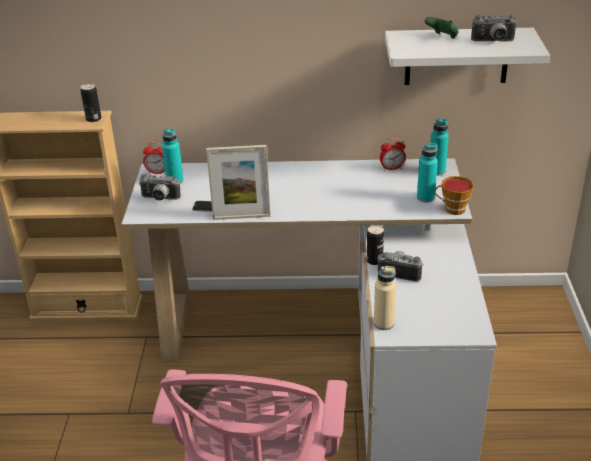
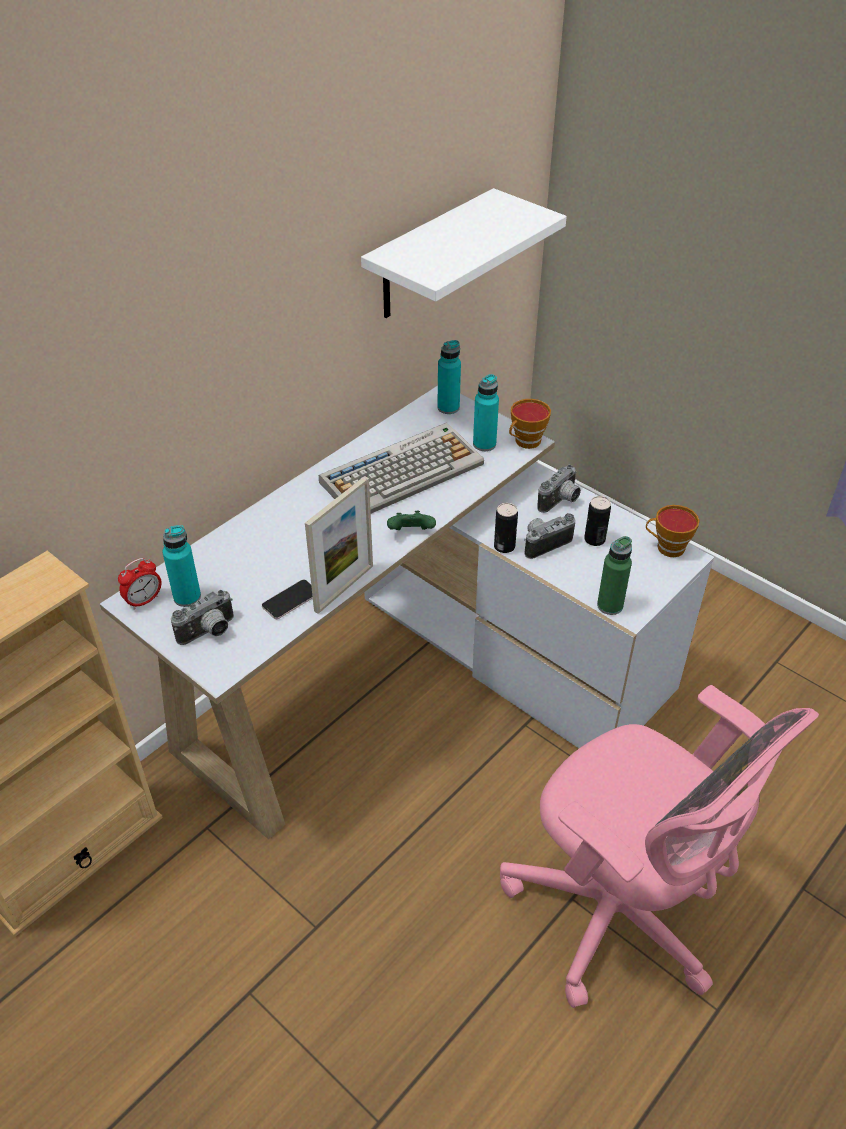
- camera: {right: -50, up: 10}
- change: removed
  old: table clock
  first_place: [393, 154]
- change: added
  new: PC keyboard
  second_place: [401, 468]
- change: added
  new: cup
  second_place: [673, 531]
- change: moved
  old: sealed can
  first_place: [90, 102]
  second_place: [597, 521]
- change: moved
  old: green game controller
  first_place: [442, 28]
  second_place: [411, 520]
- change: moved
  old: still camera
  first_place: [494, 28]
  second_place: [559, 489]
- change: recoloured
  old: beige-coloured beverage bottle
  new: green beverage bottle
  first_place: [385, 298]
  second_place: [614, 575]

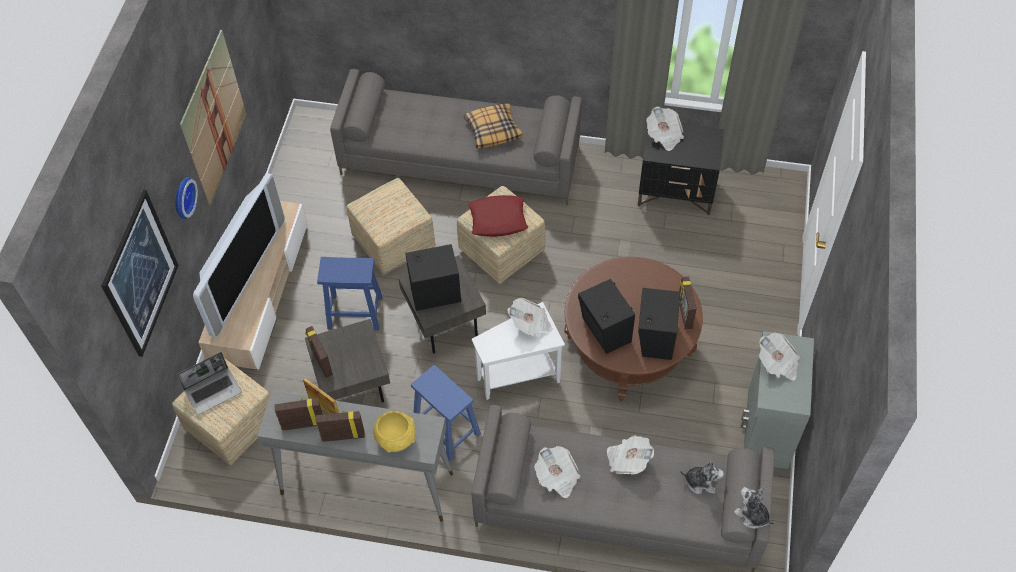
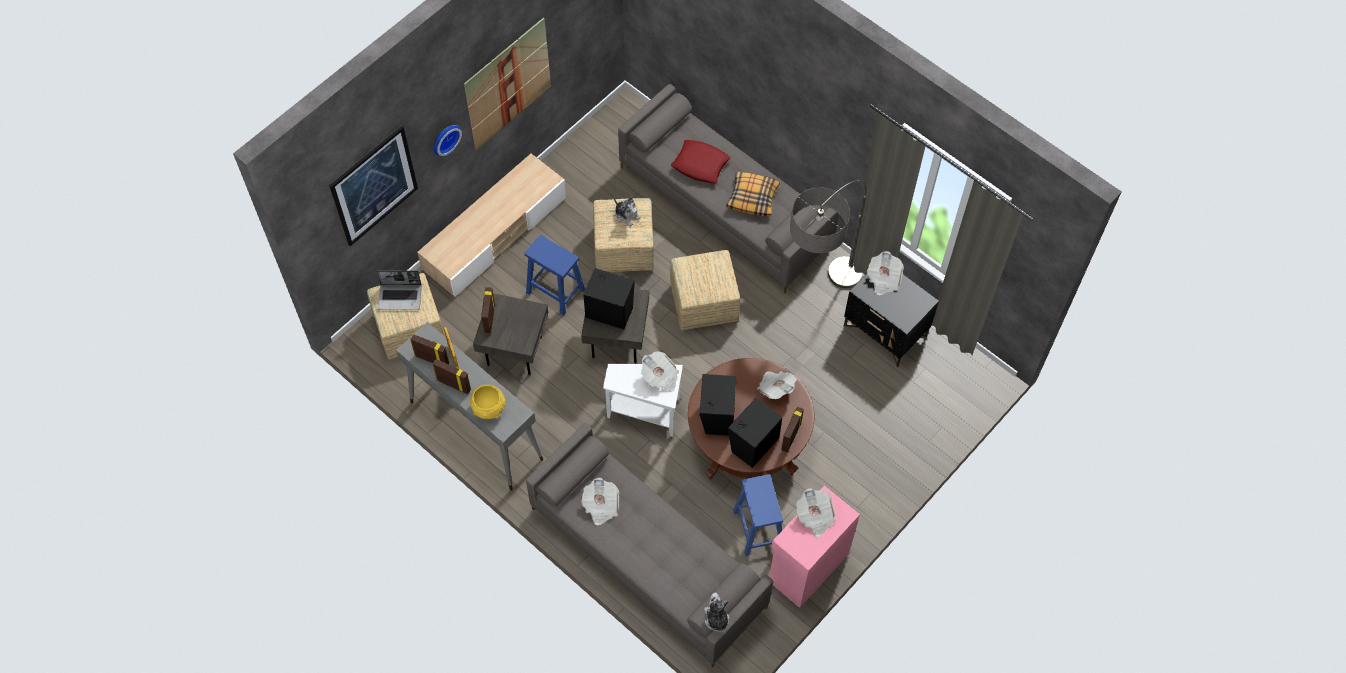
- camera: {right: 30, up: 5}
- change: removed
  old: TV
  first_place: [239, 255]
- change: added
  new: standard lamp
  second_place: [828, 234]
- change: moved
  old: blue sitting stool
  first_place: [446, 413]
  second_place: [758, 515]
- change: moved
  old: red-coloured pillow
  first_place: [498, 216]
  second_place: [700, 161]
- change: moved
  old: newspaper
  first_place: [630, 455]
  second_place: [777, 385]
- change: moved
  old: cuddly toy
  first_place: [702, 478]
  second_place: [627, 212]
- change: recoloured
  old: grey cabinet
  new: pink-coloured cabinet
  first_place: [777, 400]
  second_place: [814, 547]

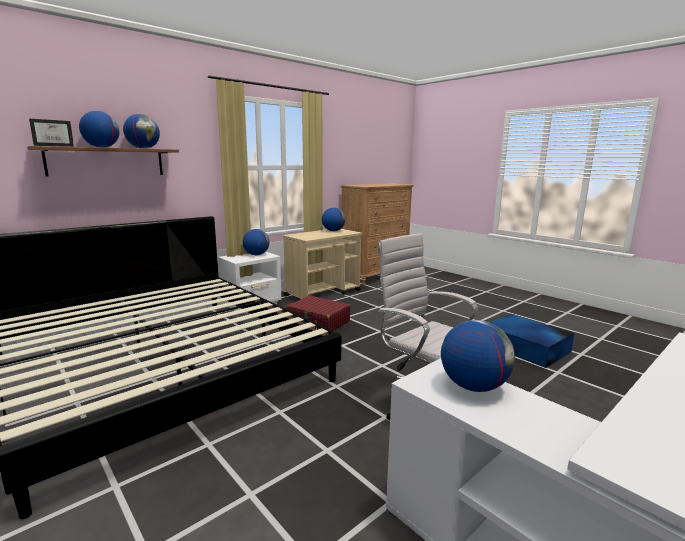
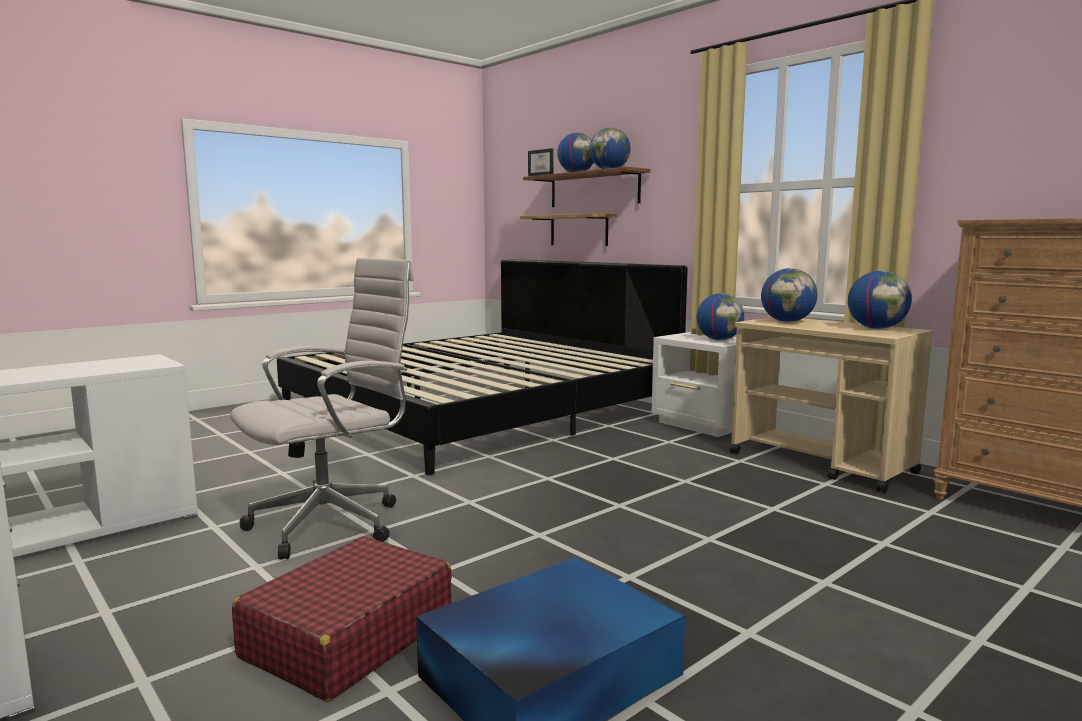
- camera: {right: 90, up: -5}
- change: added
  new: bracket shelf
  second_place: [568, 229]
- change: moved
  old: red-coloured suitcase
  first_place: [318, 313]
  second_place: [342, 618]
- change: moved
  old: world globe
  first_place: [478, 356]
  second_place: [789, 295]

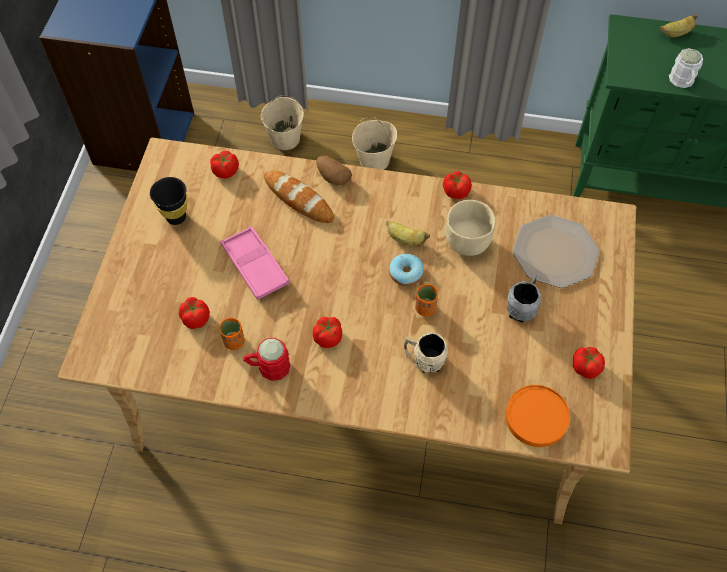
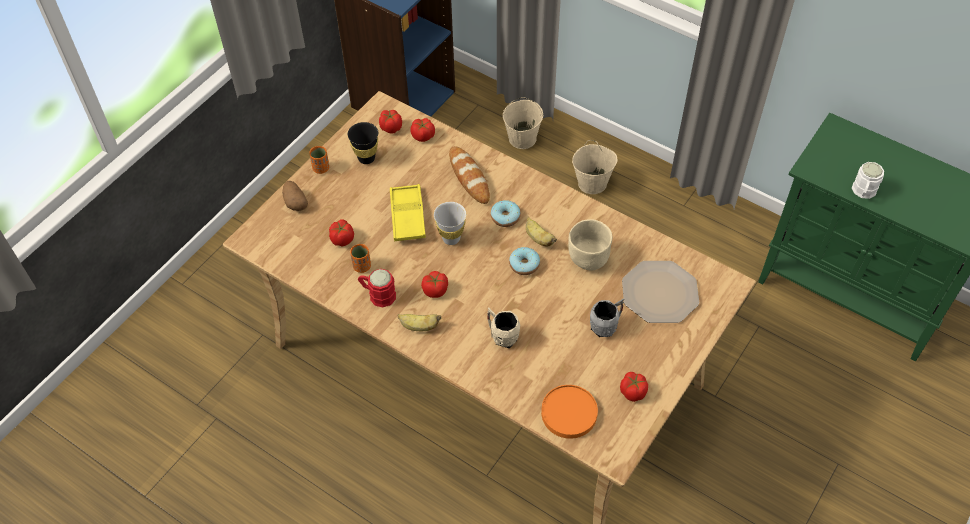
- camera: {right: 25, up: -5}
- change: added
  new: whitish cup
  second_place: [450, 223]
- change: added
  new: ring doughnut
  second_place: [506, 213]
- change: moved
  old: potato
  first_place: [334, 170]
  second_place: [295, 196]
- change: moved
  old: orange-coloured cup
  first_place: [426, 300]
  second_place: [319, 160]
- change: moved
  old: tomato
  first_place: [457, 185]
  second_place: [390, 122]
- change: moved
  old: banana
  first_place: [679, 25]
  second_place: [419, 322]
- change: recoloured
  old: pink-coloured tray
  new: yellow tray
  first_place: [255, 263]
  second_place: [408, 212]

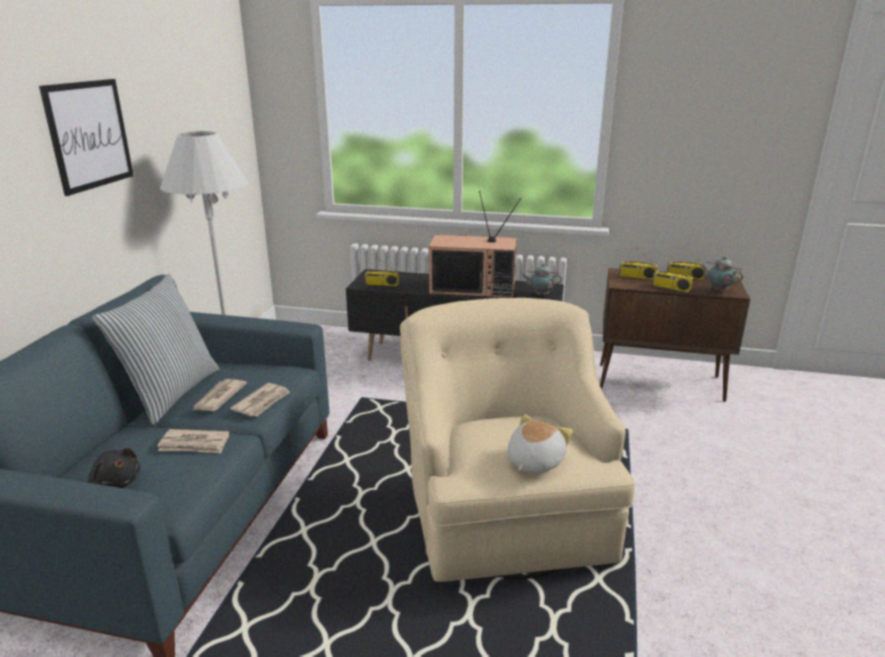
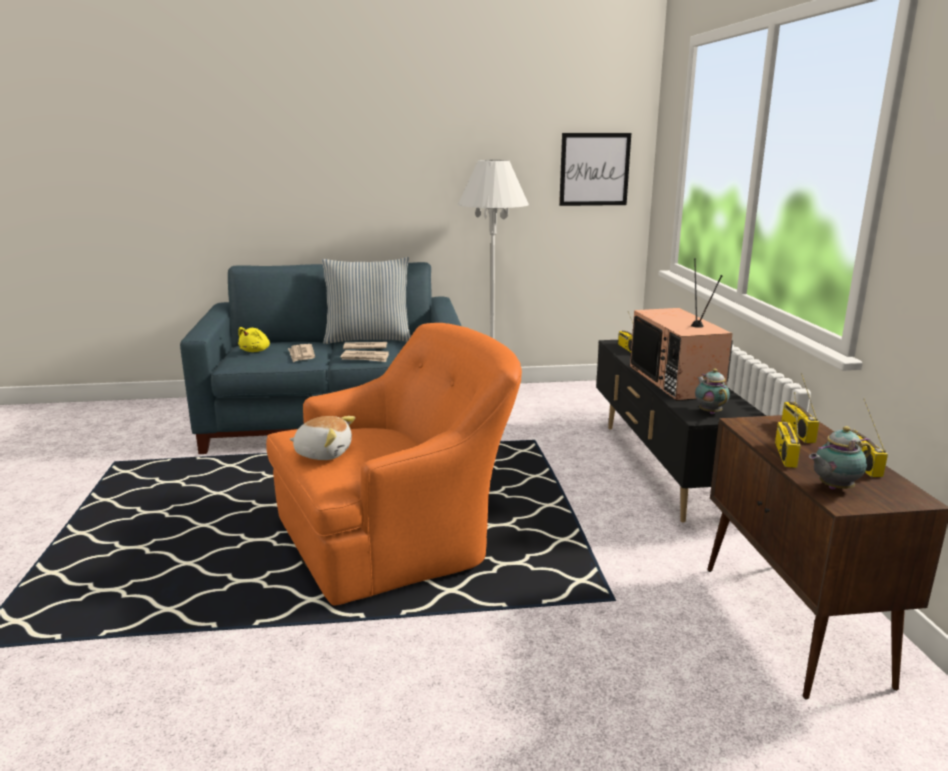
- camera: {right: 70, up: -5}
- change: moved
  old: wall art
  first_place: [86, 137]
  second_place: [595, 169]
- change: recoloured
  old: blackish cuddly toy
  new: yellow cuddly toy
  first_place: [114, 468]
  second_place: [254, 339]
- change: recoloured
  old: beige-coloured easy chair
  new: orange-coloured easy chair
  first_place: [517, 440]
  second_place: [394, 464]
- change: turned
  old: teapot
  first_place: [722, 274]
  second_place: [840, 457]
  degrees: -135

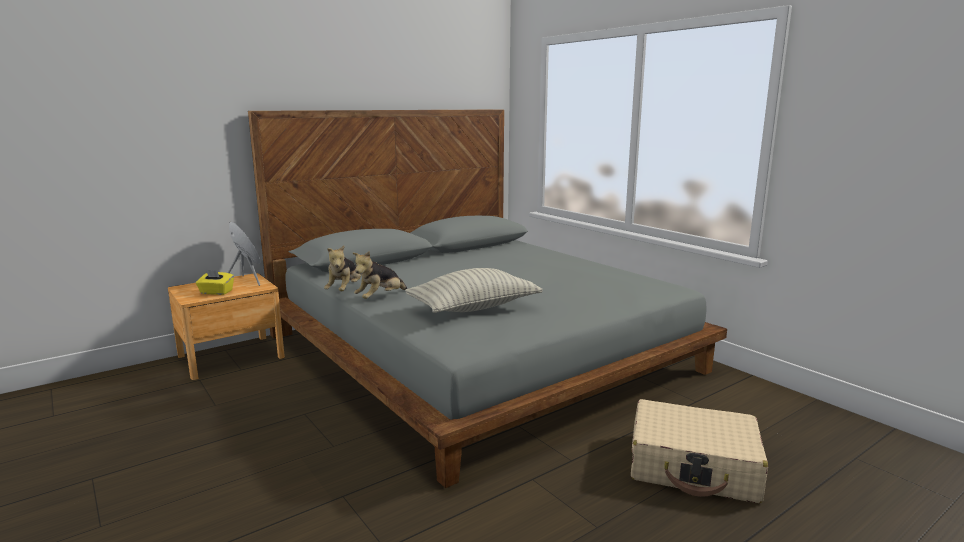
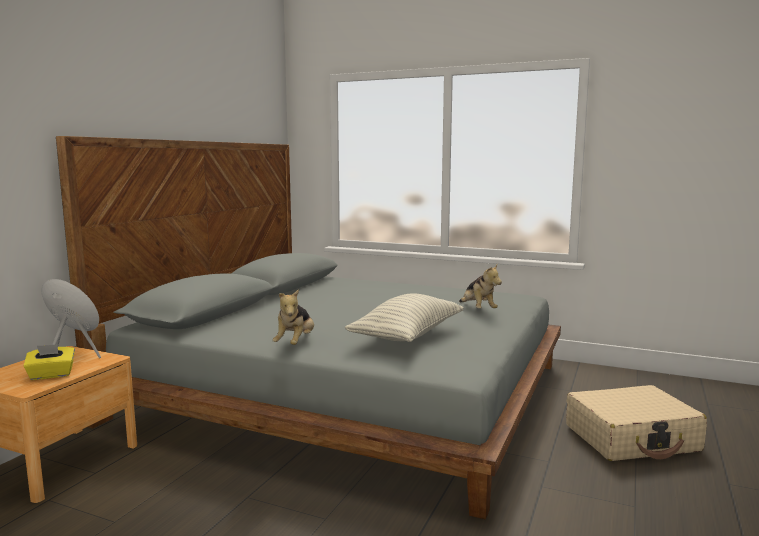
- camera: {right: -30, up: -5}
- change: moved
  old: cuddly toy
  first_place: [342, 268]
  second_place: [480, 287]

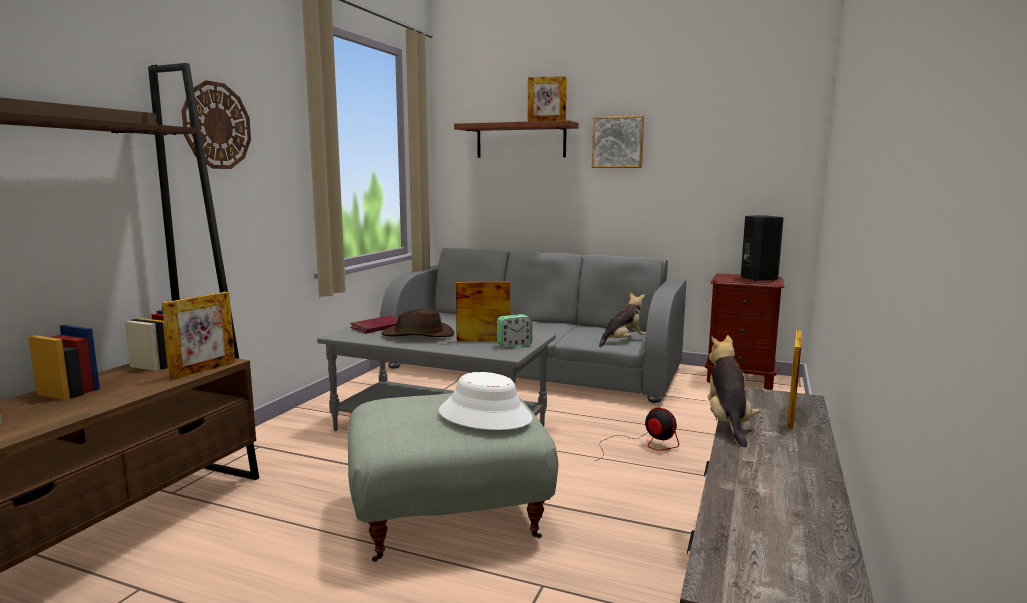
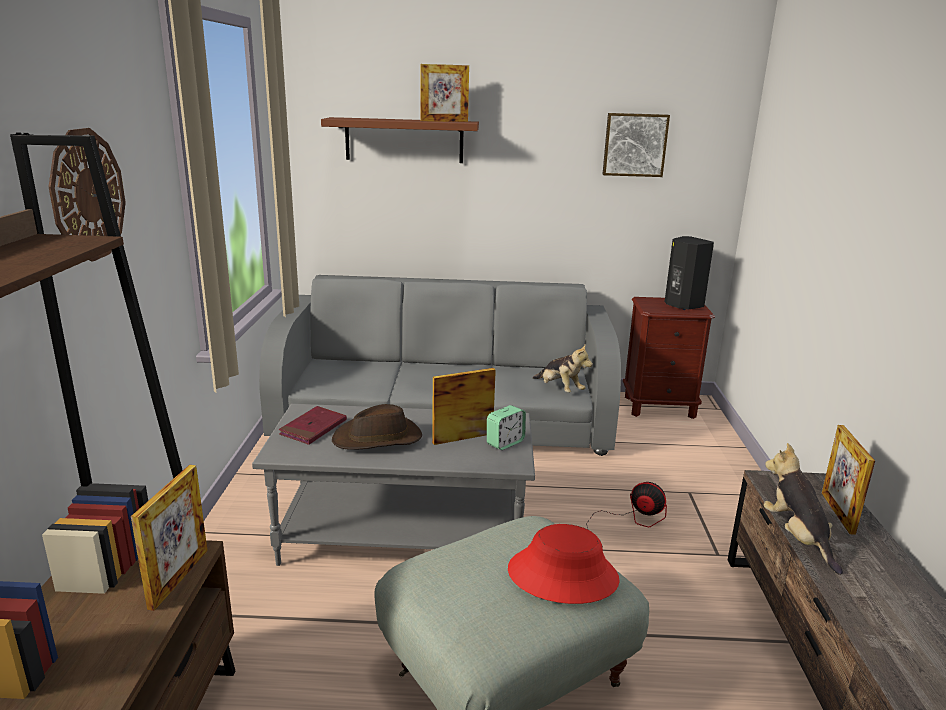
- camera: {right: -20, up: 10}
- change: moved
  old: wall art
  first_place: [618, 142]
  second_place: [636, 145]
- change: recoloured
  old: whitish clothing hat
  new: red-coloured clothing hat
  first_place: [486, 401]
  second_place: [564, 564]
- change: turned
  old: cuddly toy
  first_place: [622, 319]
  second_place: [562, 368]
  degrees: 105

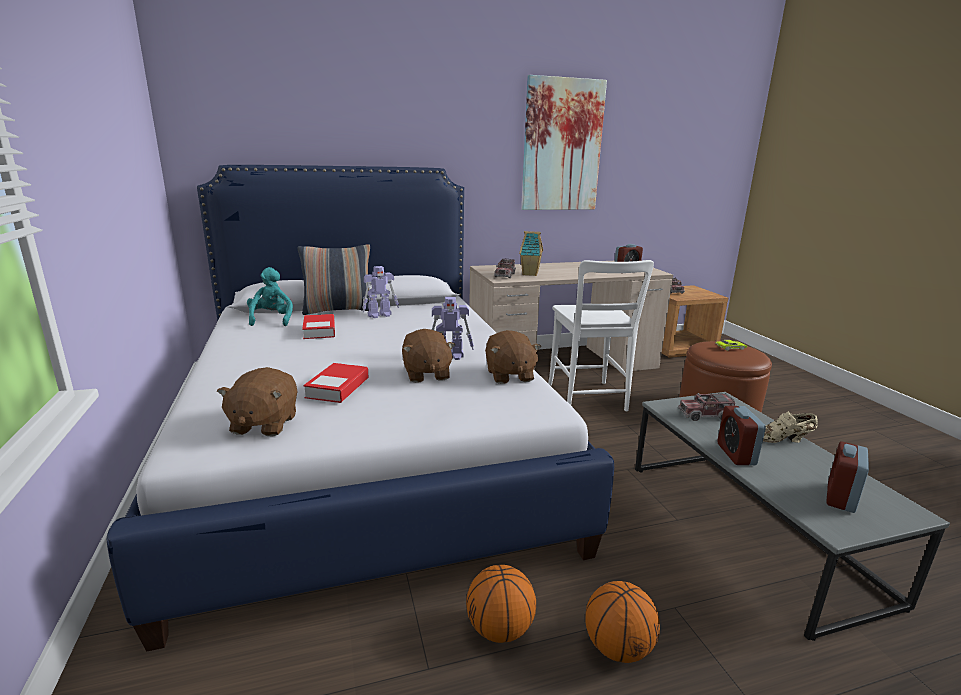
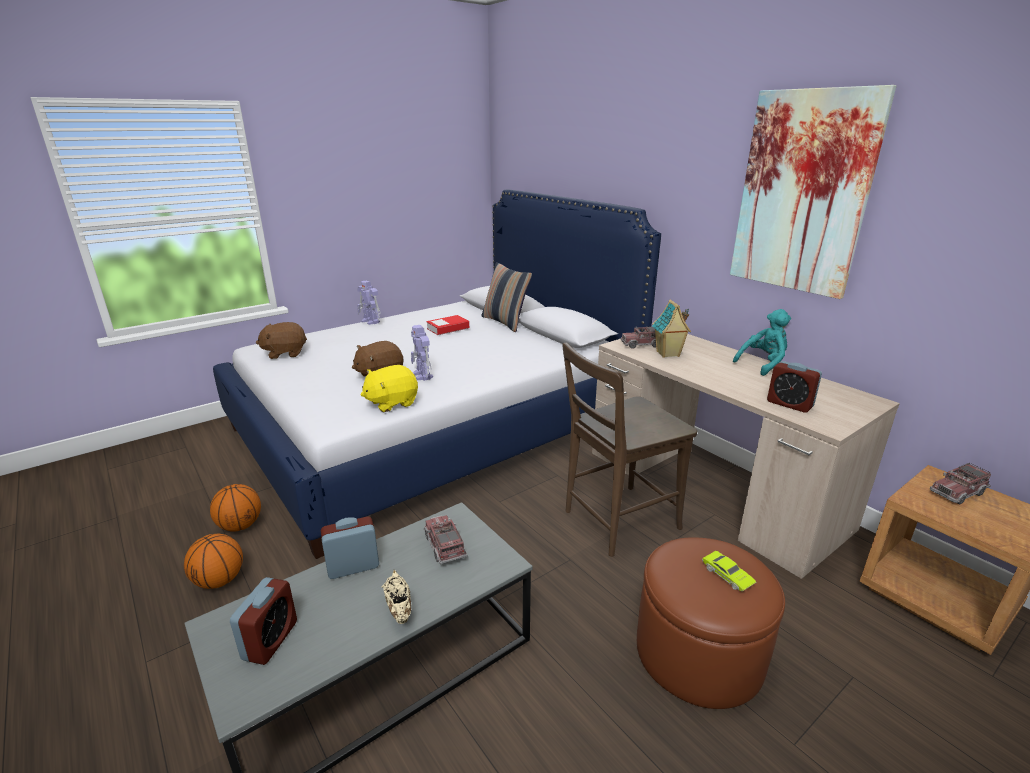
- camera: {right: 70, up: 5}
- change: removed
  old: volume
  first_place: [336, 383]
- change: moved
  old: blue-green cuddly toy
  first_place: [270, 296]
  second_place: [762, 342]
- change: moved
  old: toy robot
  first_place: [380, 292]
  second_place: [369, 302]
- change: recoloured
  old: brown-coloured cuddly toy
  new: yellow cuddly toy
  first_place: [513, 357]
  second_place: [389, 388]
- change: recoloured
  old: whitish chair
  new: brown-coloured chair
  first_place: [601, 335]
  second_place: [629, 450]
- change: turned
  old: table clock
  first_place: [847, 477]
  second_place: [263, 621]
  degrees: 90

